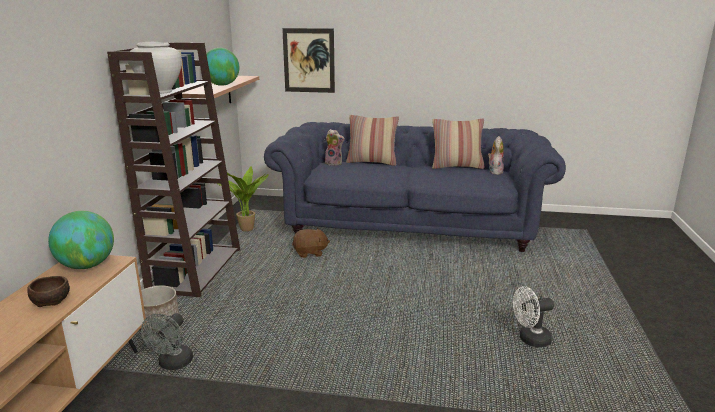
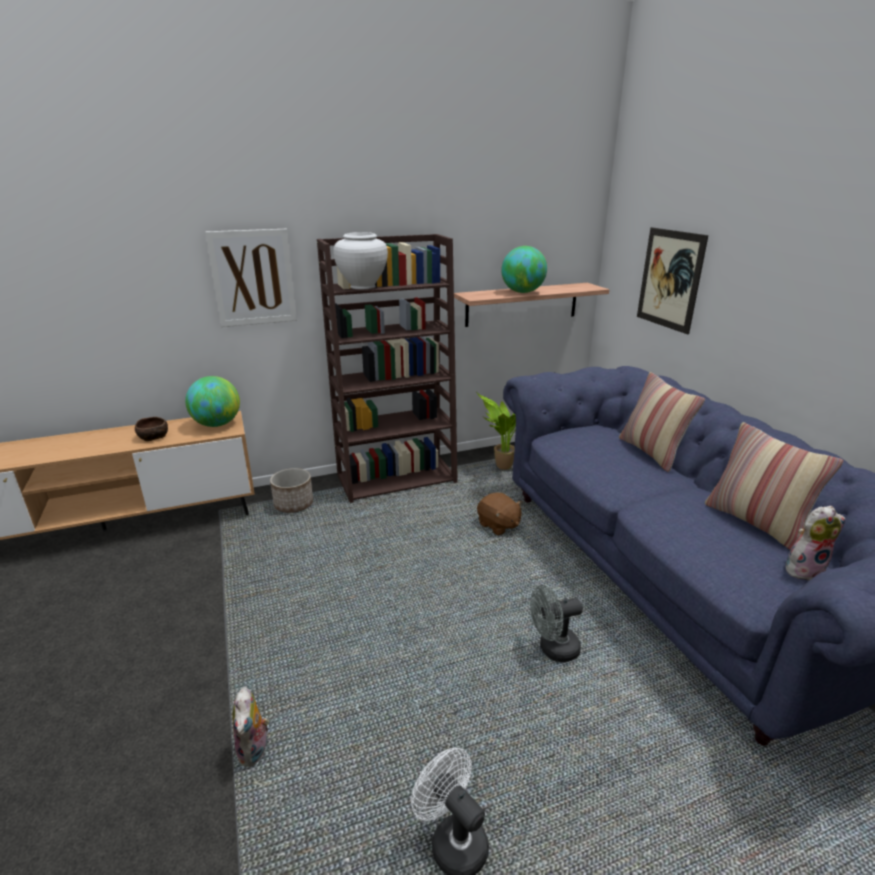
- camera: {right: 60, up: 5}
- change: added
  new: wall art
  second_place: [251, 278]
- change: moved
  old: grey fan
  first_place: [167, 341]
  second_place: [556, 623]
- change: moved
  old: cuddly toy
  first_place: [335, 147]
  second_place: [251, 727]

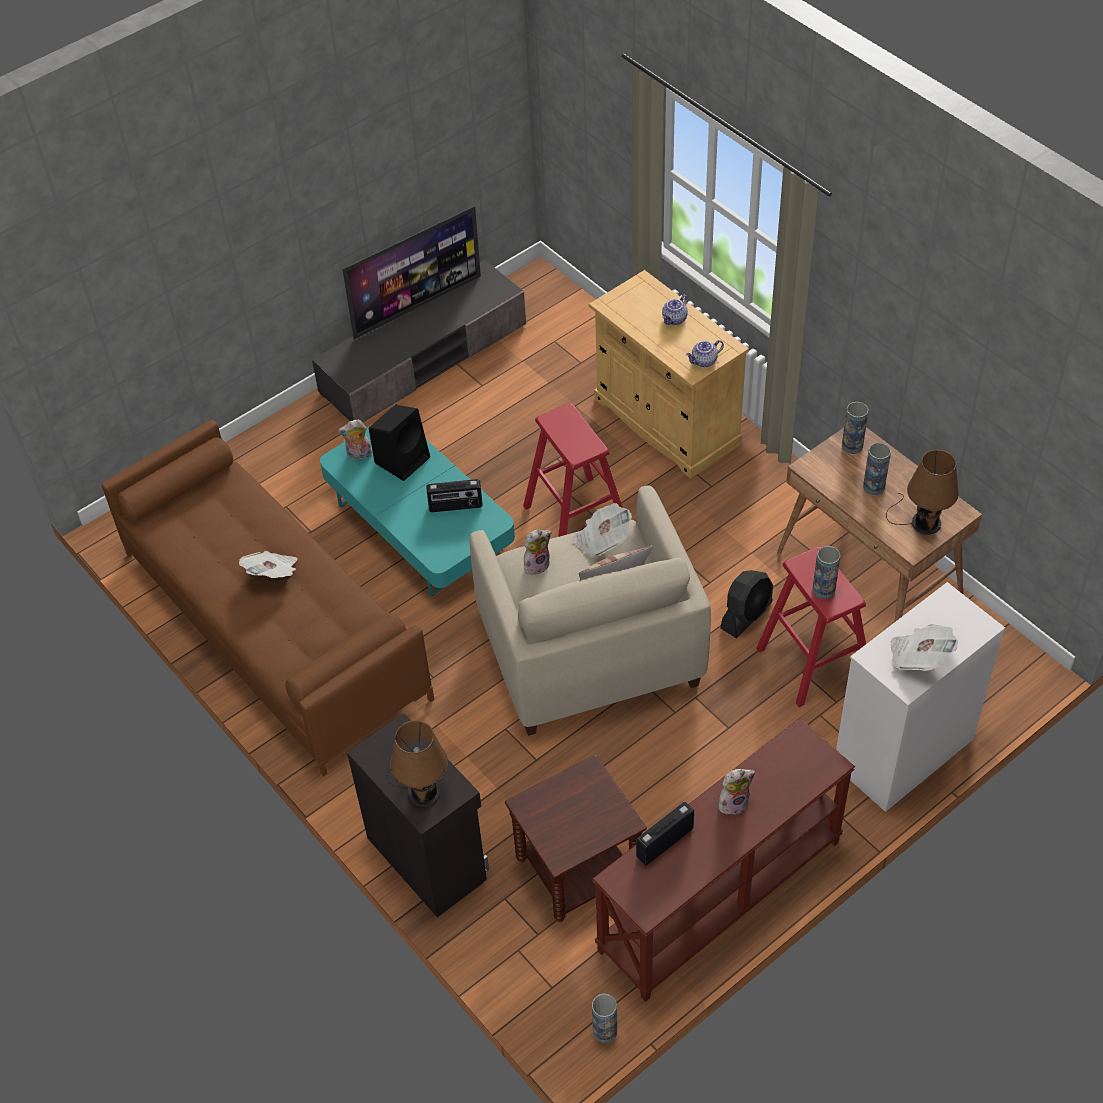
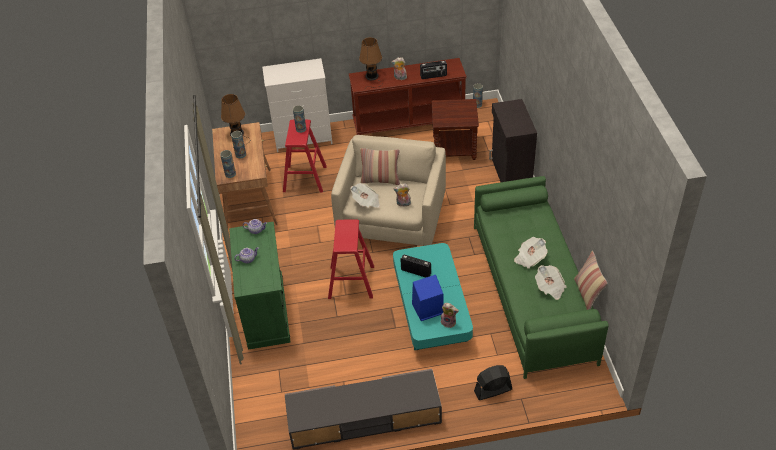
- camera: {right: -150, up: -5}
- change: removed
  old: TV
  first_place: [412, 272]
- change: added
  new: pillow
  second_place: [590, 280]
- change: moved
  old: brown-coloured table lamp
  first_place: [417, 763]
  second_place: [370, 62]
- change: moved
  old: blackish fan
  first_place: [746, 604]
  second_place: [493, 382]
- change: moved
  old: newspaper
  first_place: [924, 647]
  second_place: [551, 282]
- change: recoloured
  old: brown-coloured couch
  new: green couch
  first_place: [267, 598]
  second_place: [541, 277]
- change: recoloured
  old: blackish loudspeaker
  new: blue loudspeaker
  first_place: [399, 443]
  second_place: [428, 298]
- change: recoloured
  old: beige-coloured cabinet
  new: green cabinet
  first_place: [669, 374]
  second_place: [260, 285]

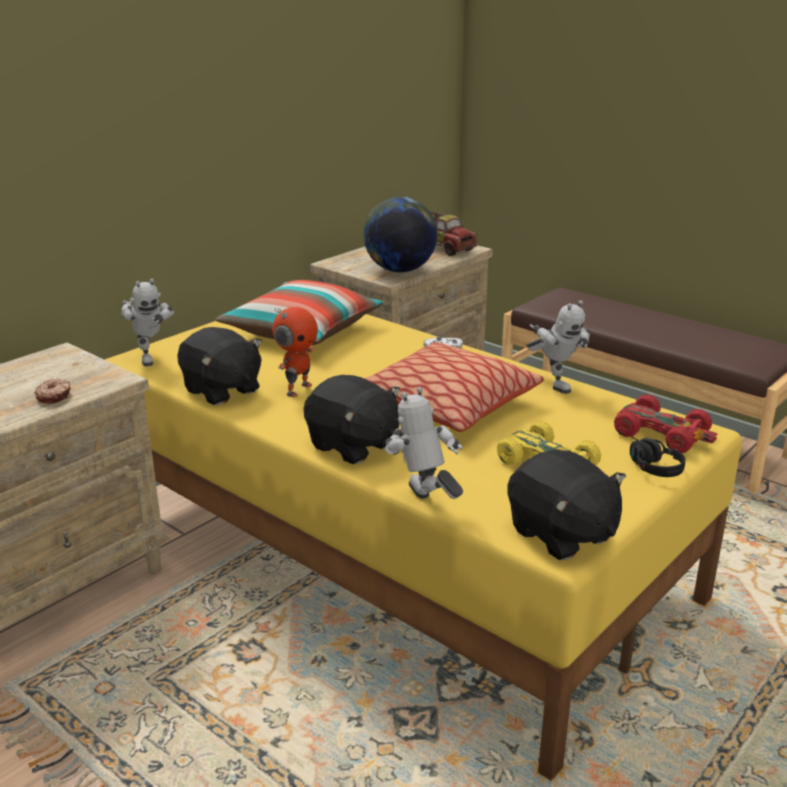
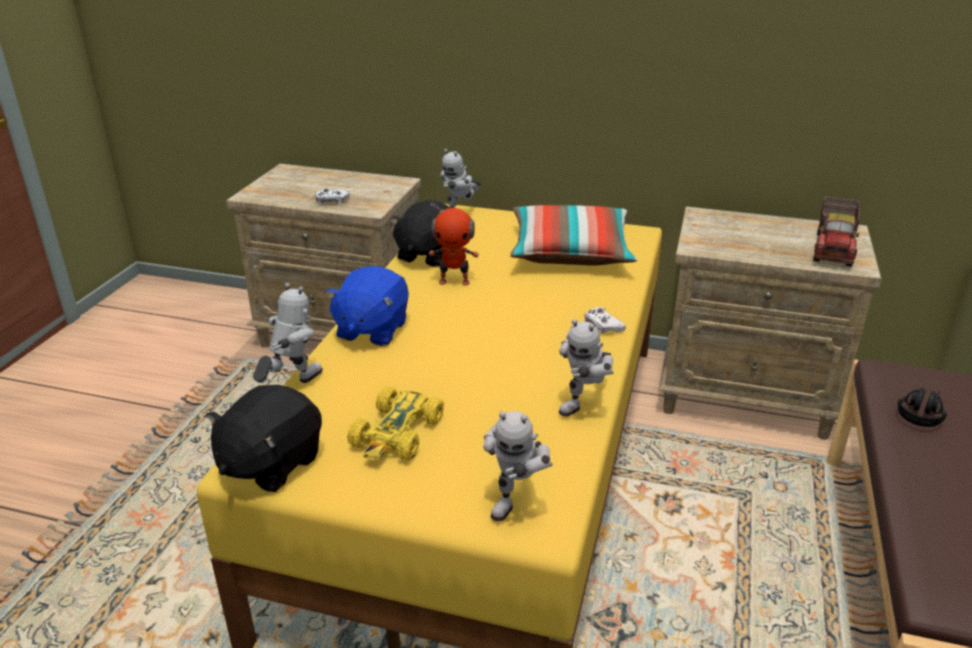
- camera: {right: 65, up: 5}
- change: removed
  old: world globe
  first_place: [400, 235]
- change: removed
  old: pillow
  first_place: [454, 387]
- change: moved
  old: blackish headset
  first_place: [657, 457]
  second_place: [922, 407]
- change: replaced
  old: ring doughnut
  new: whitish game controller
  first_place: [53, 391]
  second_place: [332, 196]
- change: replaced
  old: red-coloured toy car
  new: toy robot
  first_place: [665, 423]
  second_place: [518, 466]
- change: recoloured
  old: blackish cuddly toy
  new: blue cuddly toy
  first_place: [351, 419]
  second_place: [367, 306]

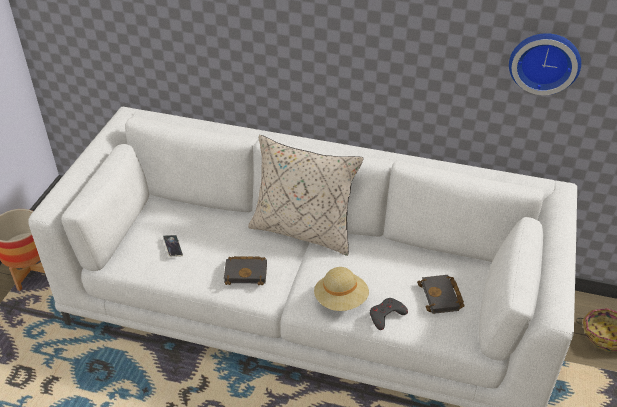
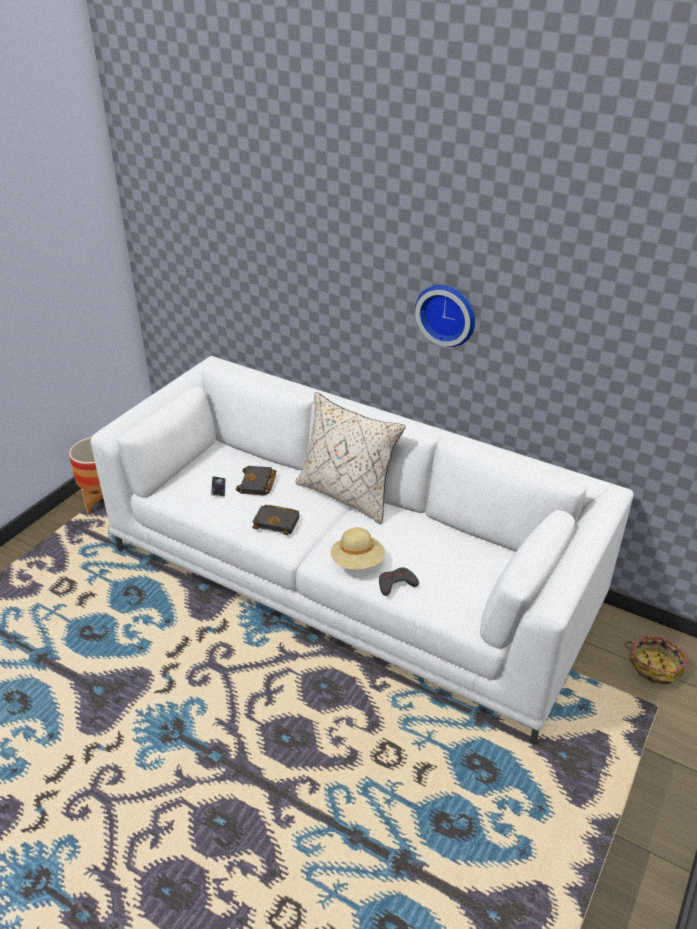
- camera: {right: 15, up: -5}
- change: moved
  old: blackish volume
  first_place: [441, 294]
  second_place: [256, 481]
- change: moved
  old: clock on the wall
  first_place: [545, 64]
  second_place: [445, 316]

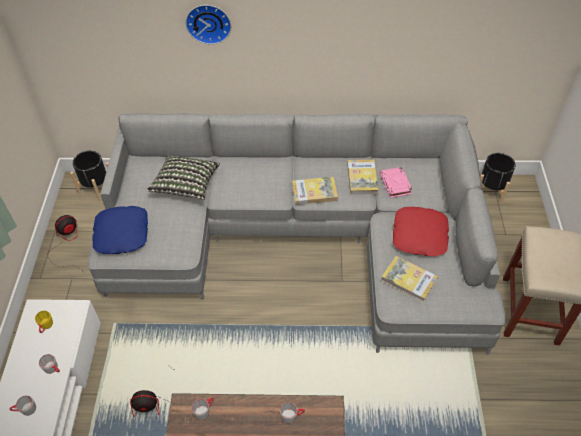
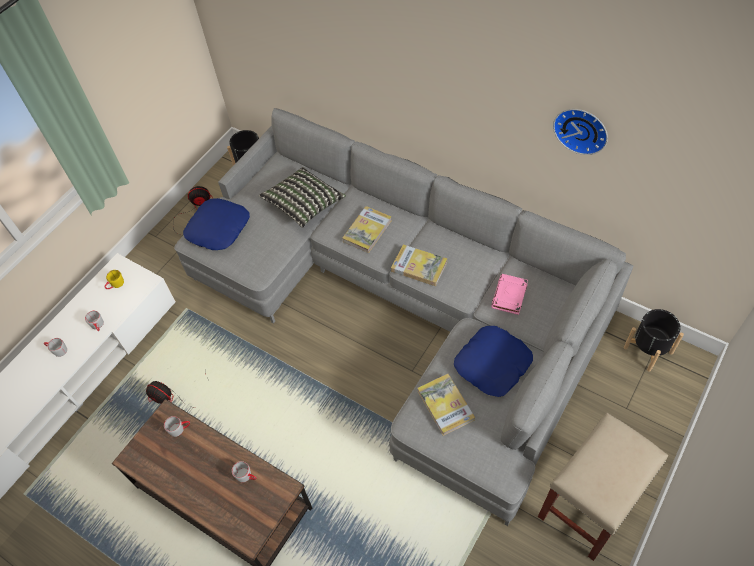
- camera: {right: 35, up: 5}
- change: moved
  old: clock on the wall
  first_place: [208, 24]
  second_place: [580, 132]
- change: moved
  old: volume
  first_place: [362, 177]
  second_place: [367, 229]
- change: recoloured
  old: red-coloured pillow
  new: blue pillow
  first_place: [421, 231]
  second_place: [493, 361]

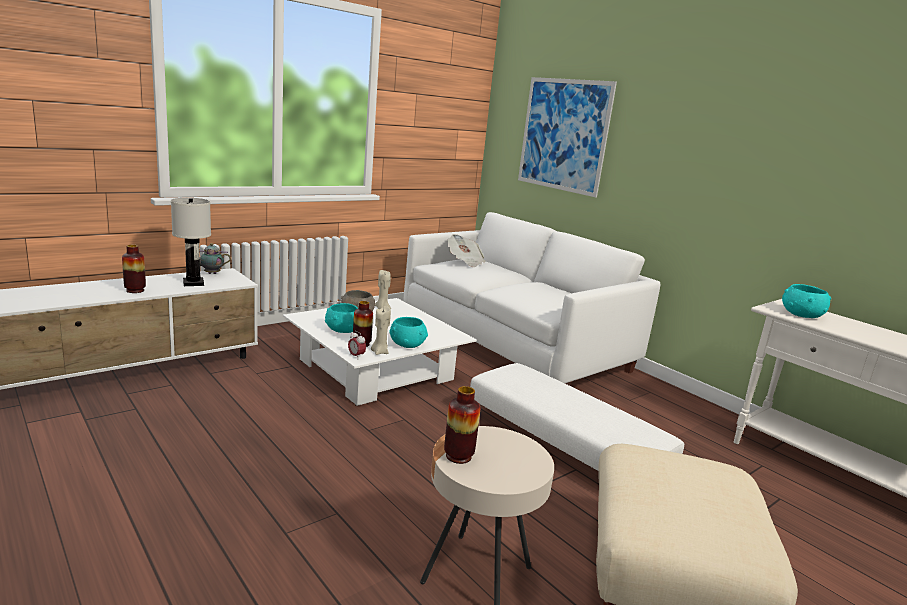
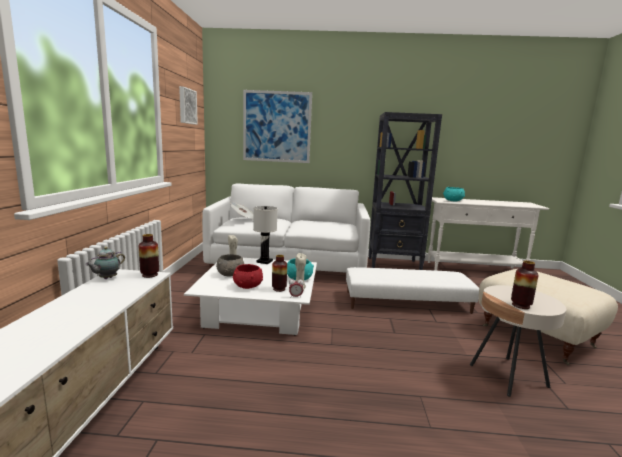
- camera: {right: -45, up: -5}
- change: added
  new: wall art
  second_place: [188, 105]
- change: added
  new: blackish shelving unit
  second_place: [405, 191]
- change: moved
  old: flower vase
  first_place: [134, 269]
  second_place: [149, 256]
- change: moved
  old: whitish table lamp
  first_place: [191, 242]
  second_place: [265, 235]
- change: recoloured
  old: blue-green bowl
  new: red-coloured bowl
  first_place: [341, 318]
  second_place: [248, 276]

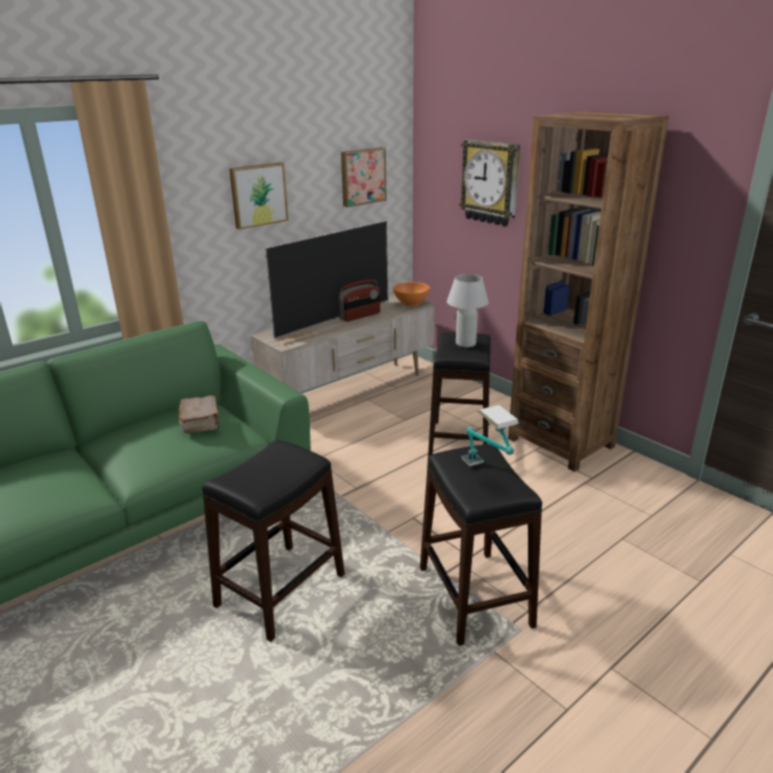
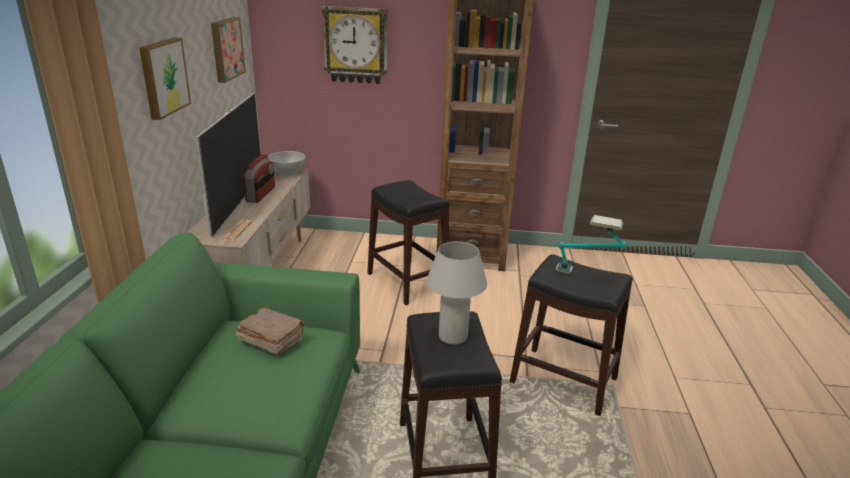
- camera: {right: -45, up: 0}
- change: moved
  old: whitish table lamp
  first_place: [468, 310]
  second_place: [456, 293]
- change: recoloured
  old: orange-coloured bowl
  new: whitish bowl
  first_place: [411, 294]
  second_place: [287, 163]

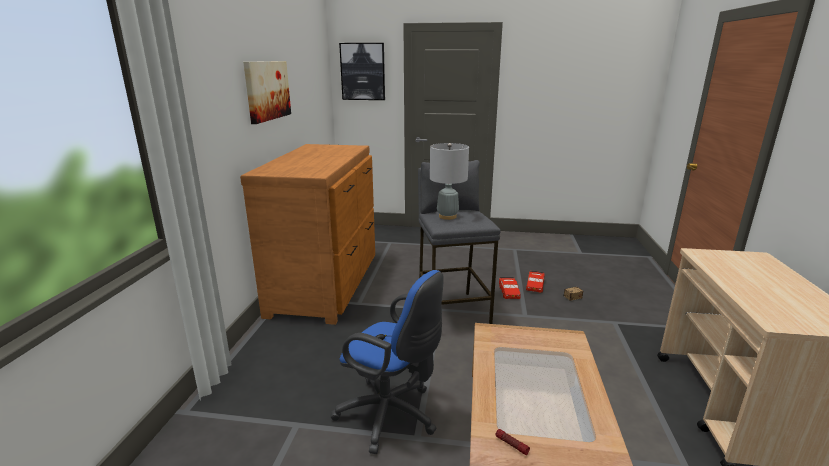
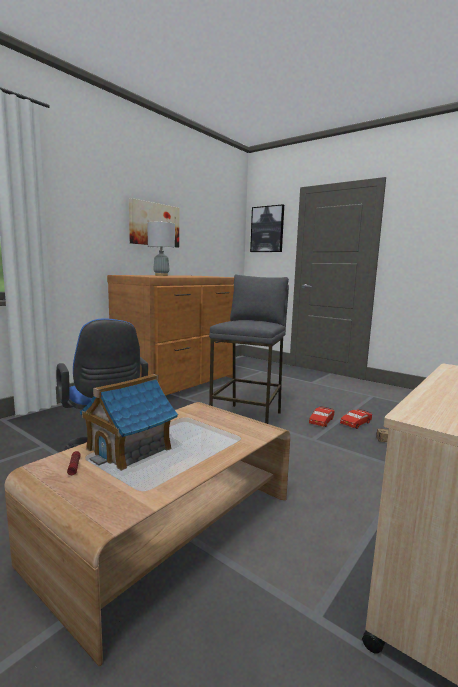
- camera: {right: 30, up: -10}
- change: added
  new: miniature house
  second_place: [129, 422]
- change: moved
  old: grey table lamp
  first_place: [449, 181]
  second_place: [161, 248]

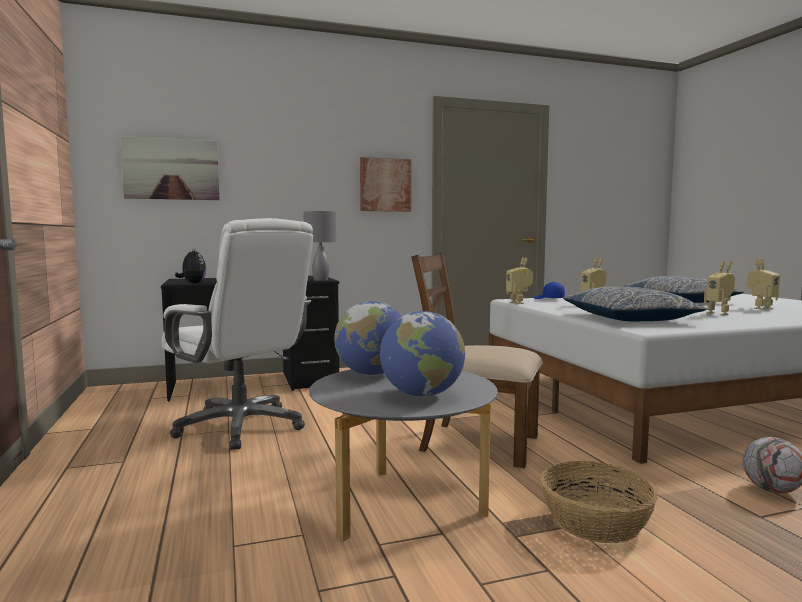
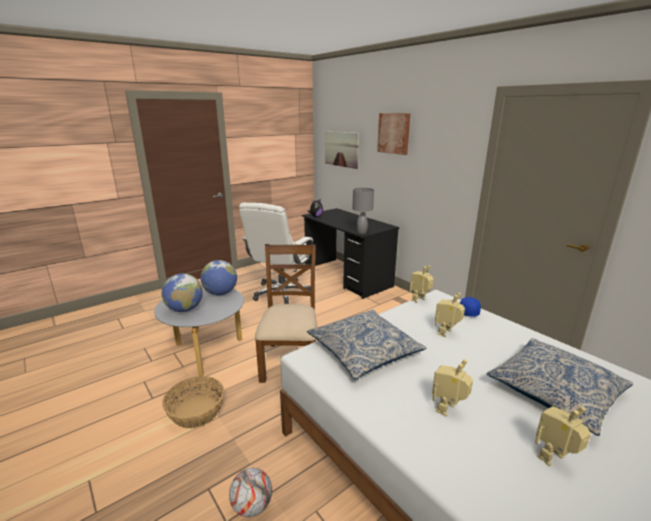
- camera: {right: 70, up: 15}
- change: moved
  old: wall art
  first_place: [385, 184]
  second_place: [394, 134]
- change: turned
  old: toy robot
  first_place: [763, 284]
  second_place: [563, 436]
  degrees: 105

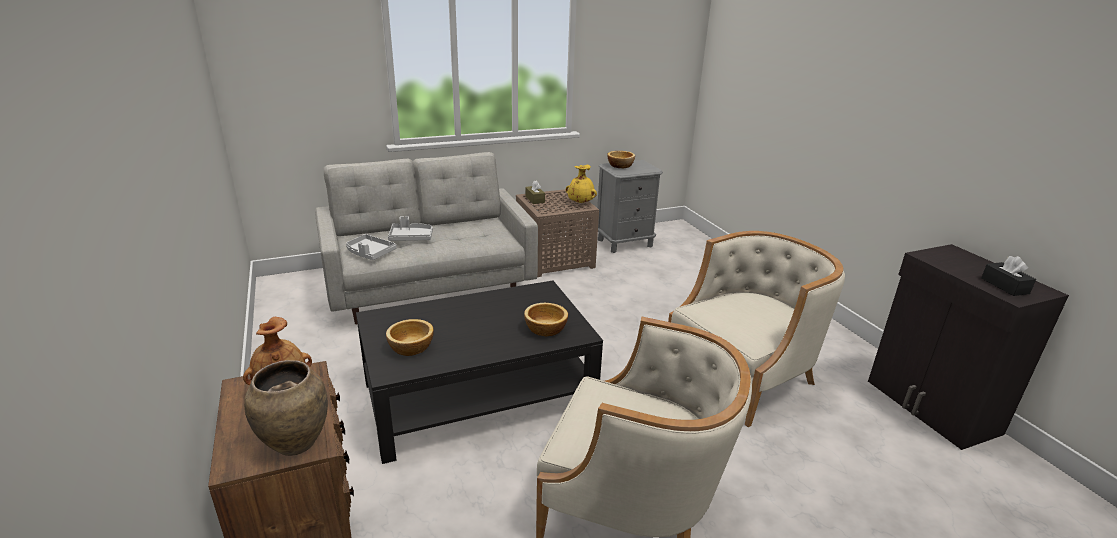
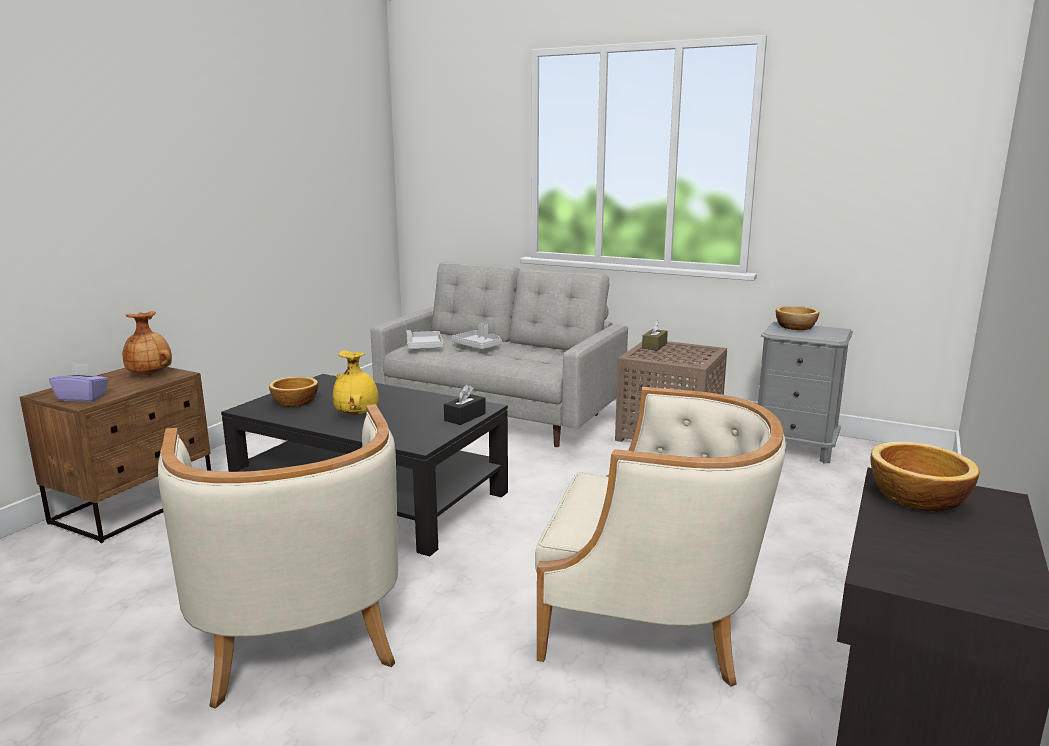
- camera: {right: 50, up: -10}
- change: moved
  old: bowl
  first_place: [546, 319]
  second_place: [925, 476]
- change: moved
  old: yellow flower vase
  first_place: [581, 184]
  second_place: [355, 383]
- change: moved
  old: blackish box of tissues
  first_place: [1008, 276]
  second_place: [465, 405]
- change: replaced
  old: brown-coloured flower vase
  new: purple box of tissues
  first_place: [286, 408]
  second_place: [78, 382]

